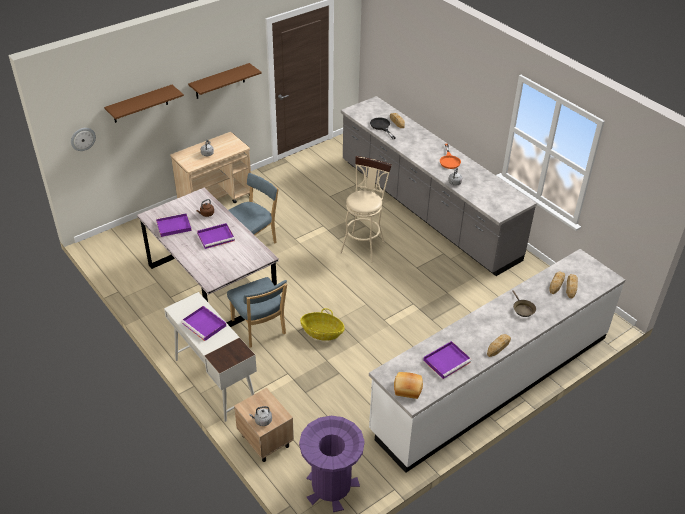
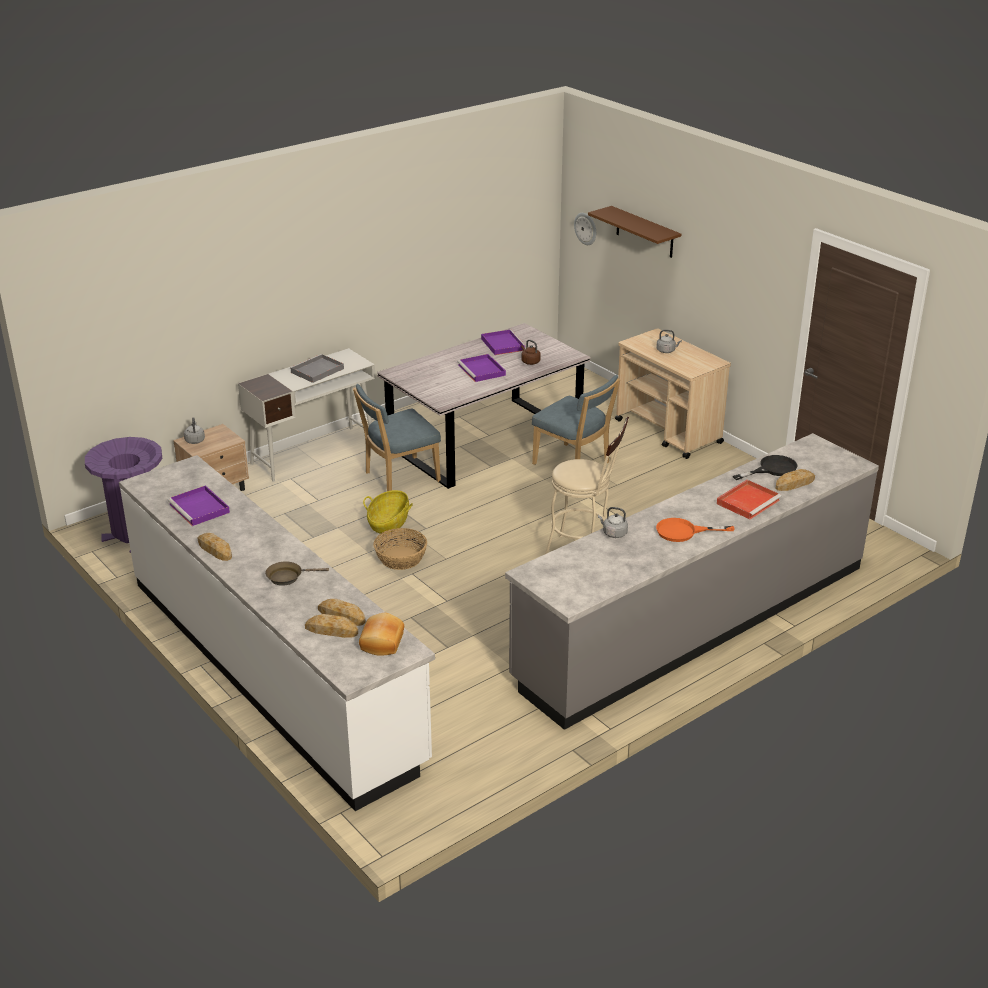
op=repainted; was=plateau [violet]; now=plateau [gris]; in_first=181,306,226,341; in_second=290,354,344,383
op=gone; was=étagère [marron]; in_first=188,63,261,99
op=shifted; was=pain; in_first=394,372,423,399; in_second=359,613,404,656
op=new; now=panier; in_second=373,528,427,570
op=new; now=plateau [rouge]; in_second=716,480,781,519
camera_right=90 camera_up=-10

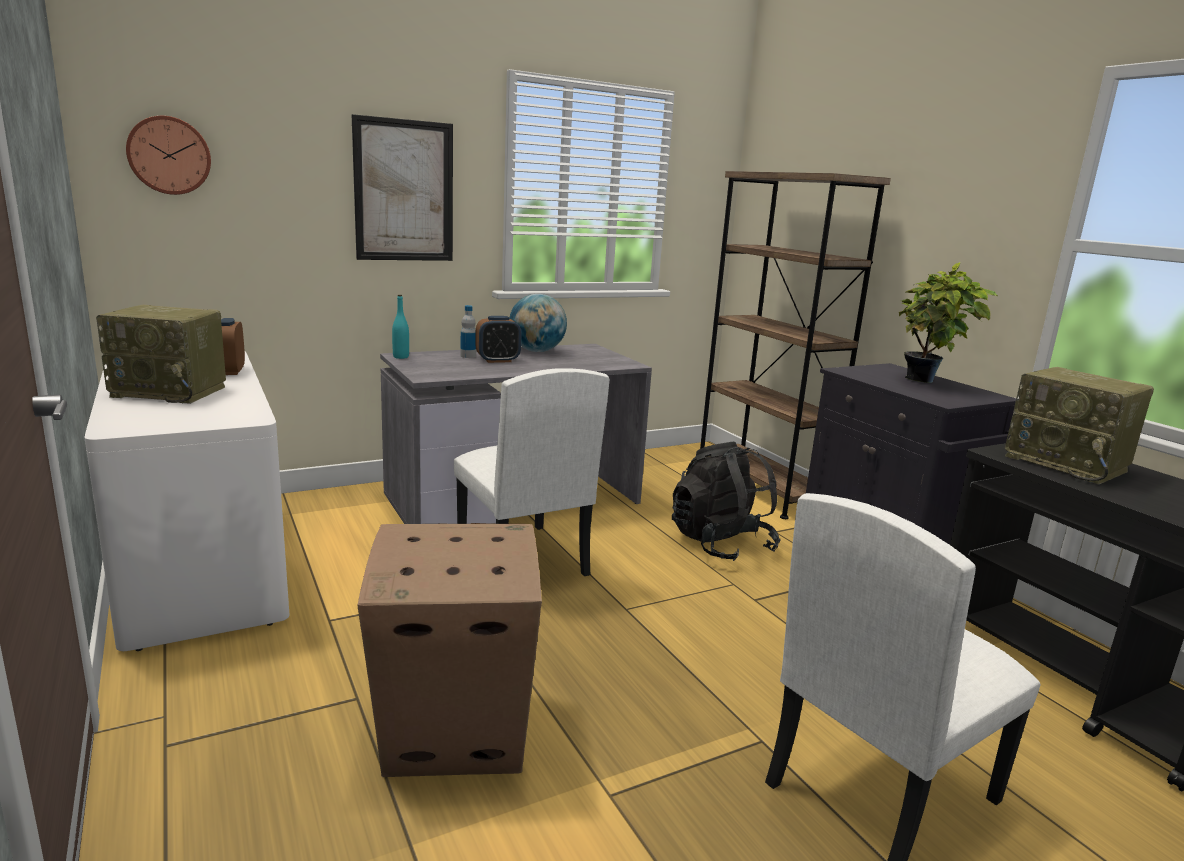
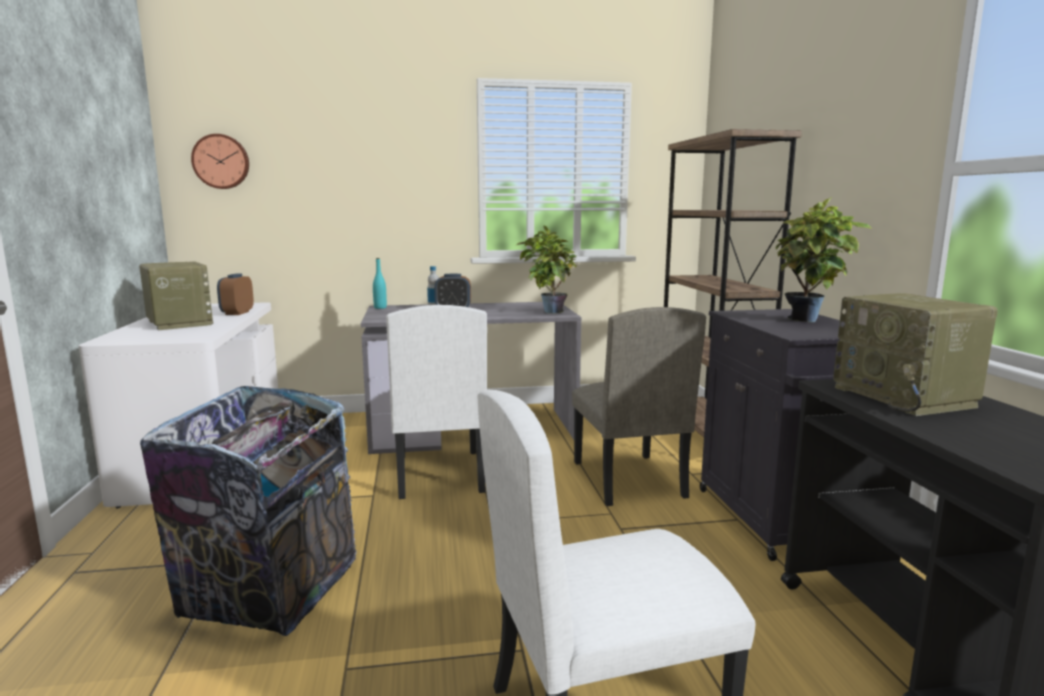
op=rotated; was=radio; in_first=96,305,226,404; in_second=139,261,213,330; clockwise=-150
op=gone; was=tableau; in_first=352,114,453,261
op=swapped; was=carton; now=poubelle; in_first=357,523,542,777; in_second=140,386,357,636
op=gone; was=globe; in_first=509,294,567,352
op=swapped; was=sac à dos [noir]; now=chaise [beige]; in_first=672,442,781,561; in_second=572,307,706,506
op=new; now=plante en pot; in_second=515,225,577,313
camera_right=20 camera_up=-5

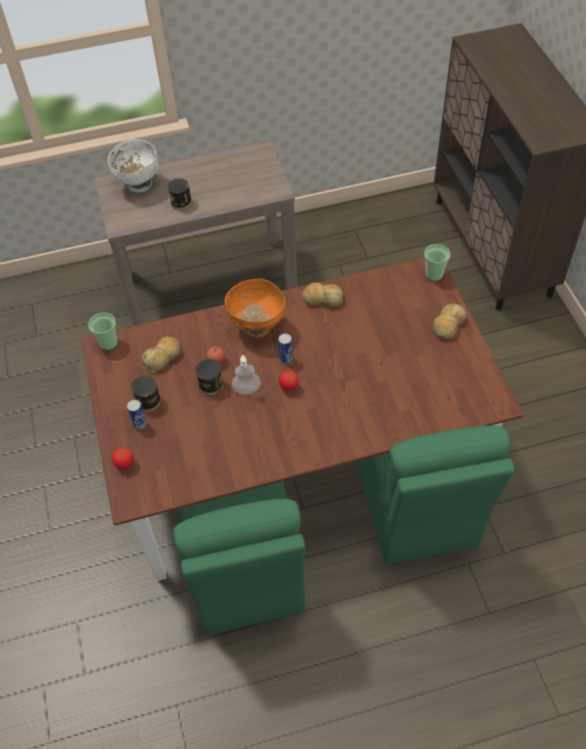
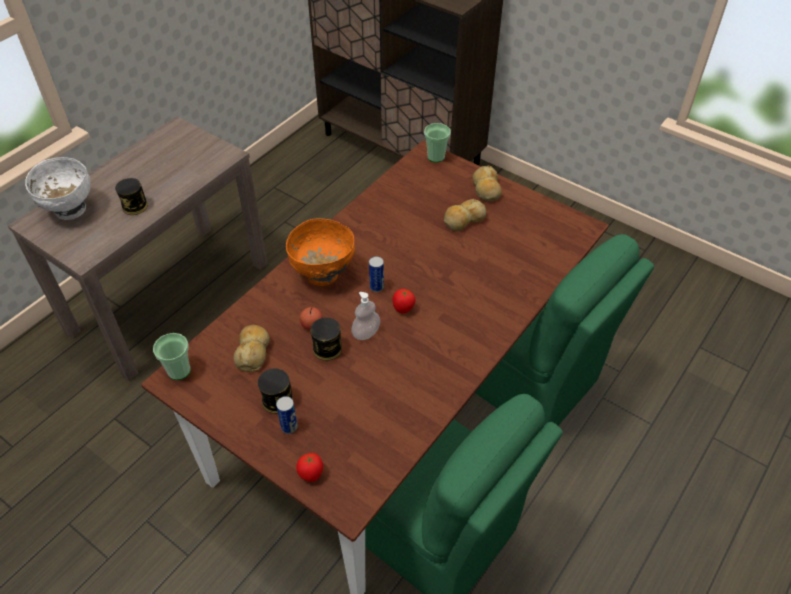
op=shifted; was=pain; in_first=302,282,343,307; in_second=444,199,487,231
camera_right=-40 camera_up=-5

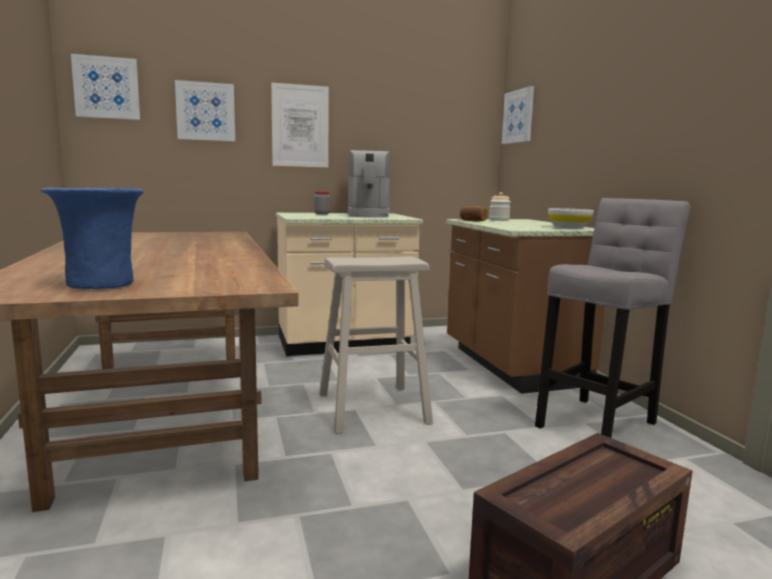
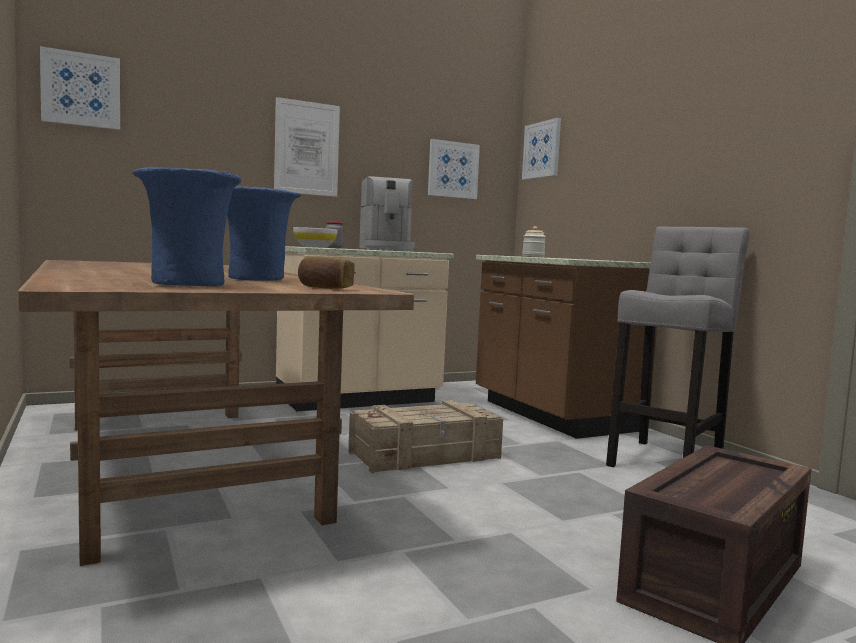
op=shifted; was=tableau; in_first=175,80,235,142; in_second=428,139,480,199
op=swapped; was=tabouret [beige]; now=caisse; in_first=319,256,433,434; in_second=348,400,503,473
op=shifted; was=pain; in_first=460,206,488,221; in_second=298,256,355,289
op=shifted; was=bol [blanc]; in_first=548,208,594,229; in_second=293,227,338,248
op=new; now=vase [bleu]; in_second=227,186,301,281
camera_right=-10 camera_up=-5

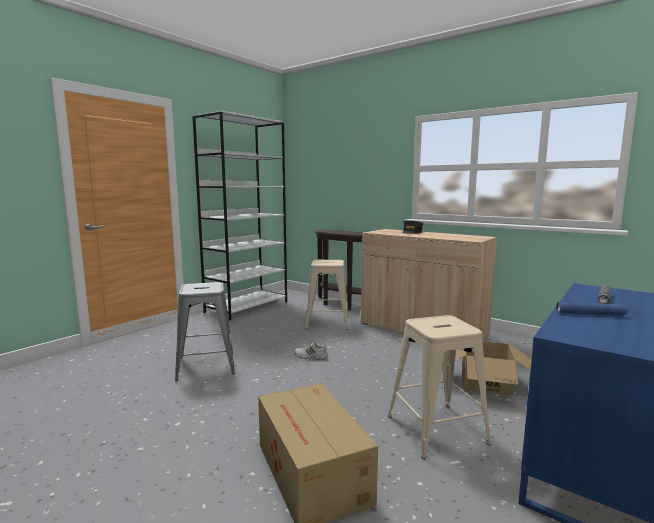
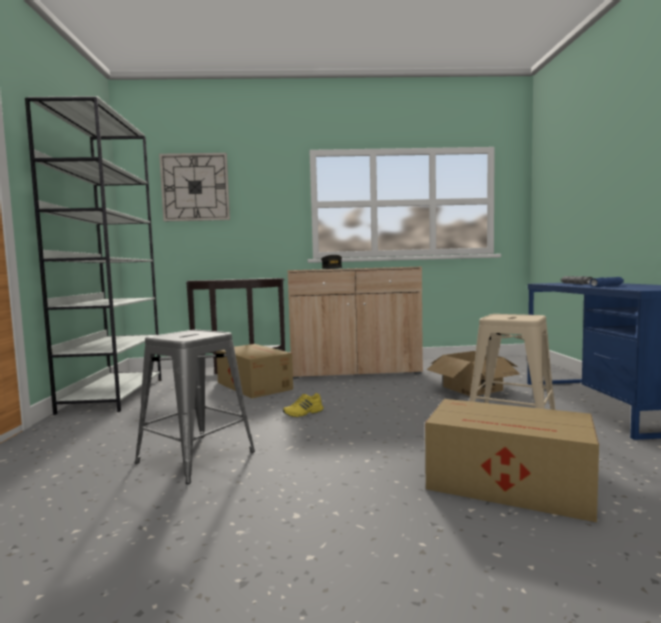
op=repainted; was=chaussure [blanc]; now=chaussure [jaune]; in_first=294,342,328,360; in_second=283,393,324,417
op=swapped; was=tabouret [beige]; now=carton; in_first=305,260,349,330; in_second=216,344,293,399
op=new; now=horloge murale; in_second=159,153,230,221
camera_right=-40 camera_up=-5

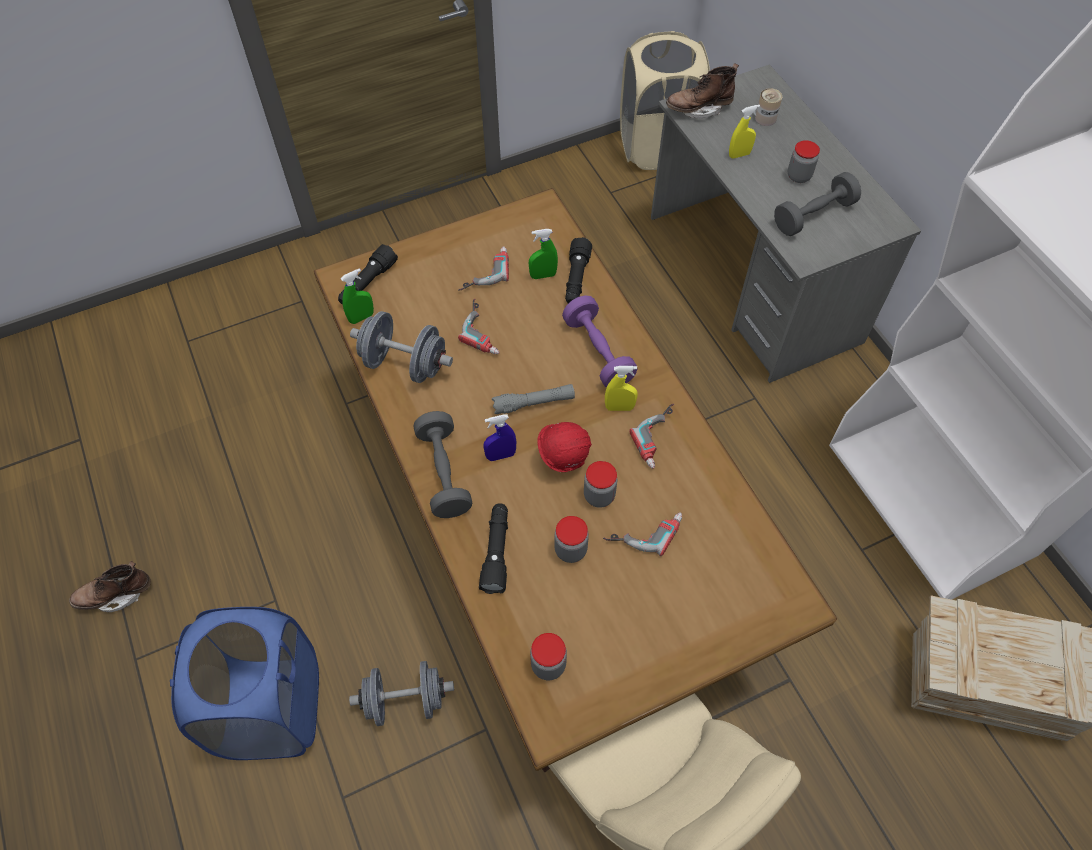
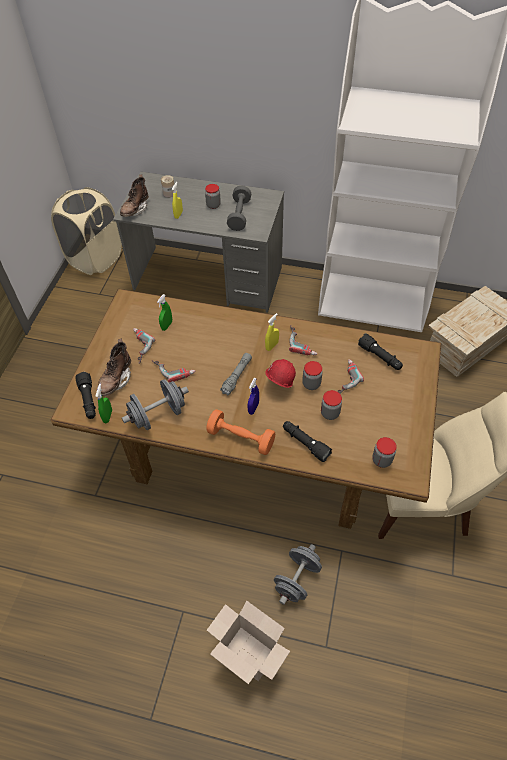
op=shifted; was=botte [marron]; in_first=69,561,151,612; in_second=98,338,131,396
op=swapped; was=panier à linge [bleu]; now=carton; in_first=170,607,319,760; in_second=207,601,290,684
op=repainted; was=haltère [gris]; now=haltère [orange]; in_first=414,411,472,518; in_second=206,409,275,455
op=gone; was=haltère [violet]; in_first=562,295,637,387
op=shifted; was=lampe de poche [noir]; in_first=565,237,592,303; in_second=358,333,403,370
camera_right=-50 camera_up=-5

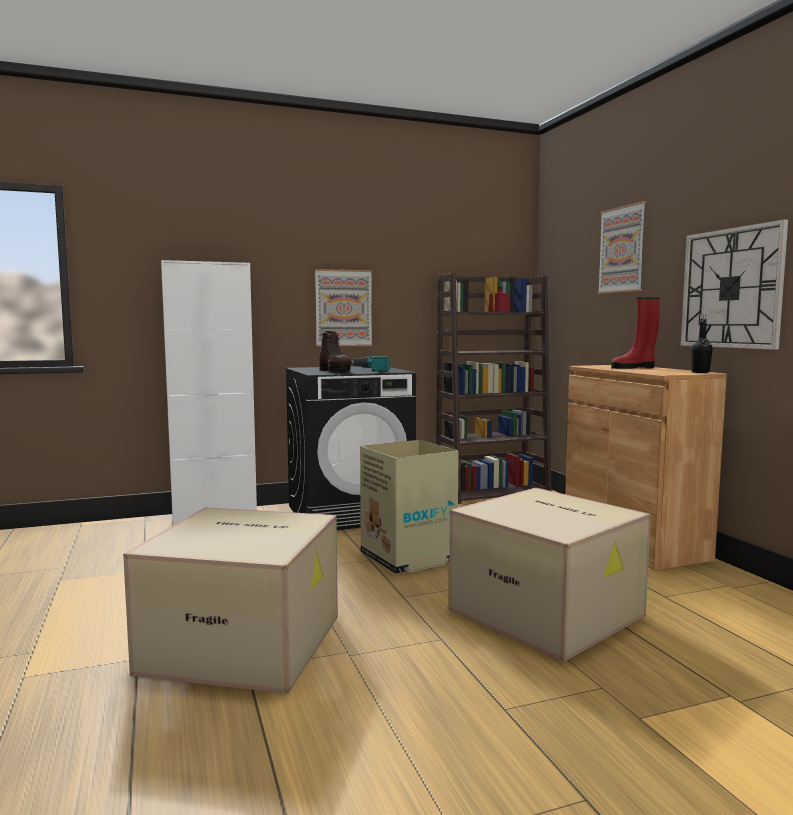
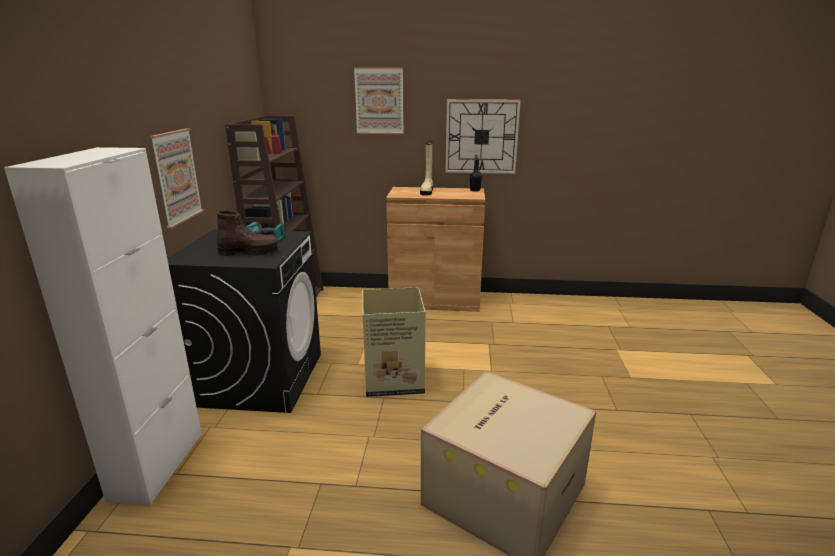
op=gone; was=carton; in_first=449,488,651,662
op=repainted; was=botte [rouge]; now=botte [beige]; in_first=611,297,660,369; in_second=420,141,433,196
camera_right=-65 camera_up=15

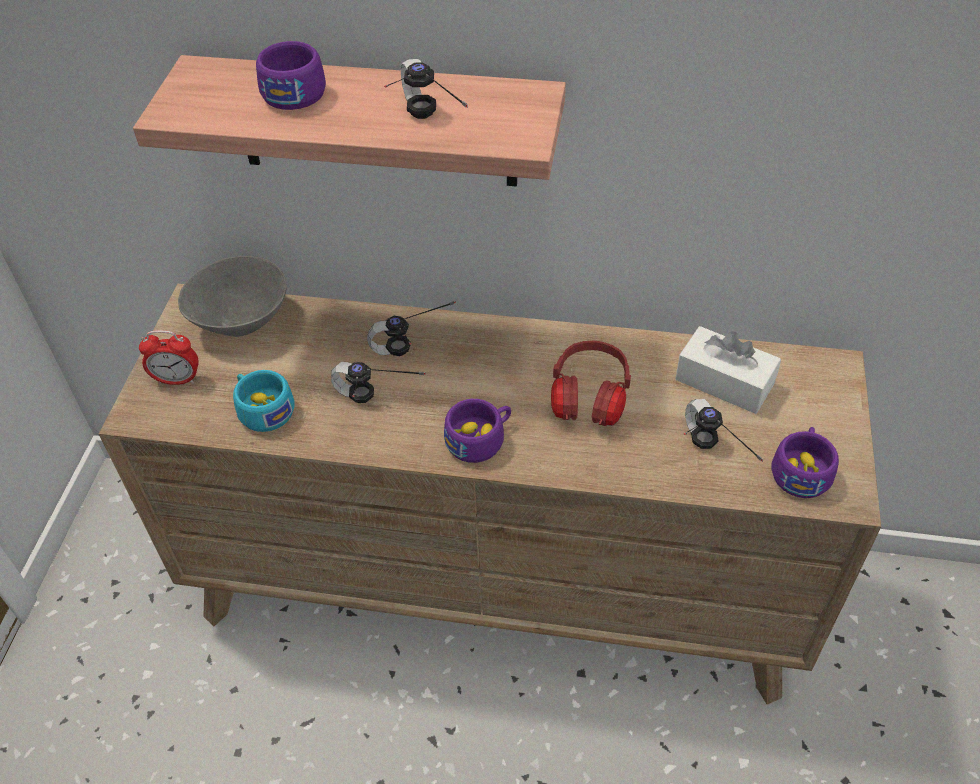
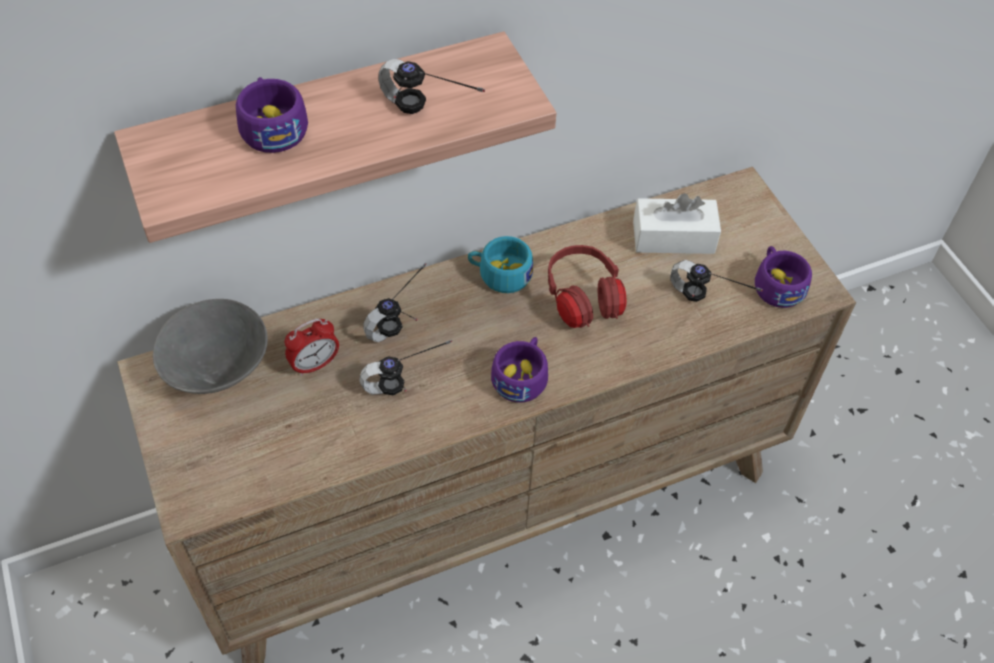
op=shifted; was=réveil; in_first=139,330,199,385; in_second=285,318,339,376
op=shifted; was=tasse [turquoise]; in_first=233,370,294,432; in_second=468,236,533,293
camera_right=-35 camera_up=5

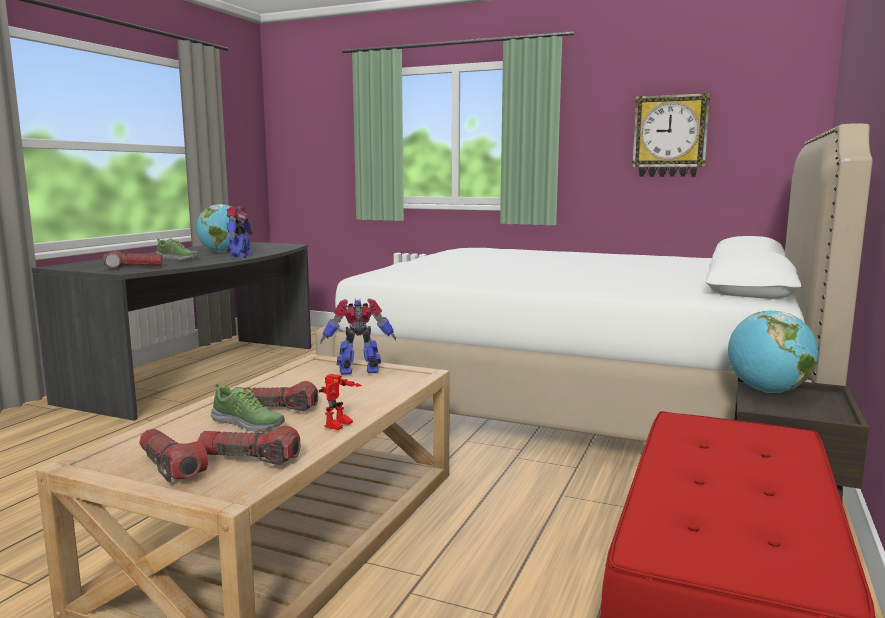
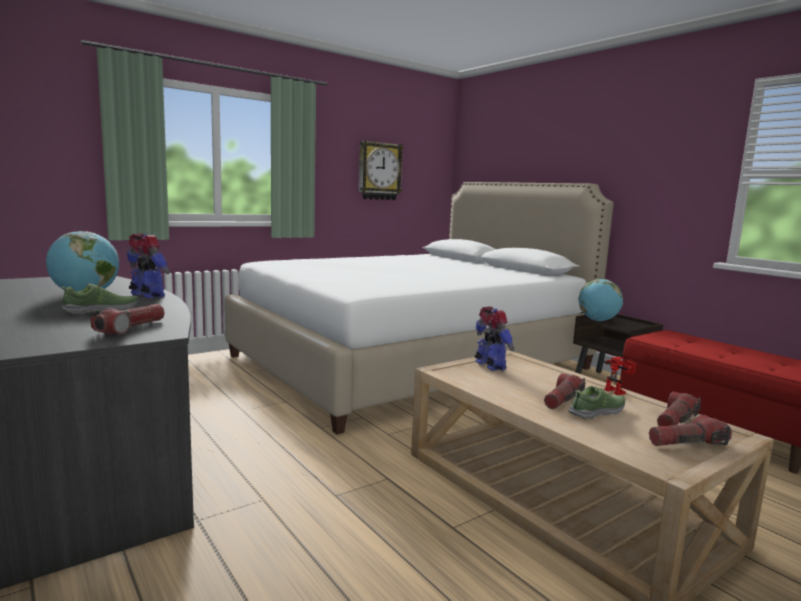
op=rotated; was=robot jouet; in_first=320,299,396,375; in_second=474,307,514,371; clockwise=135
camera_right=-60 camera_up=0

